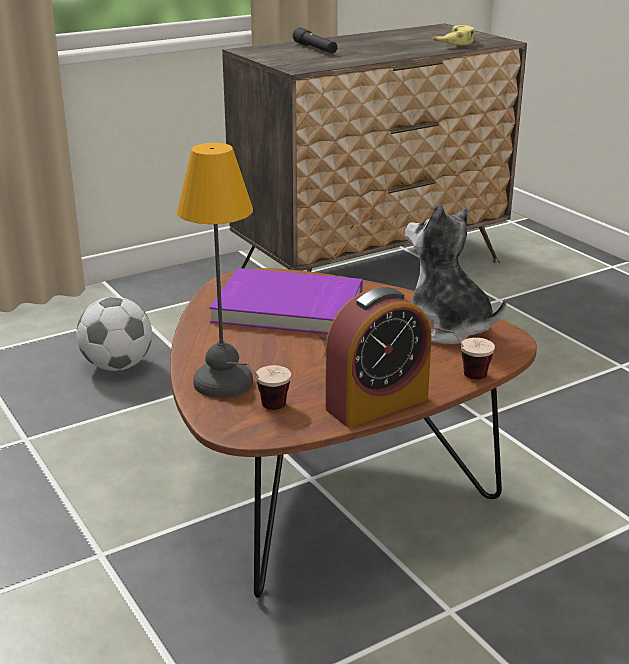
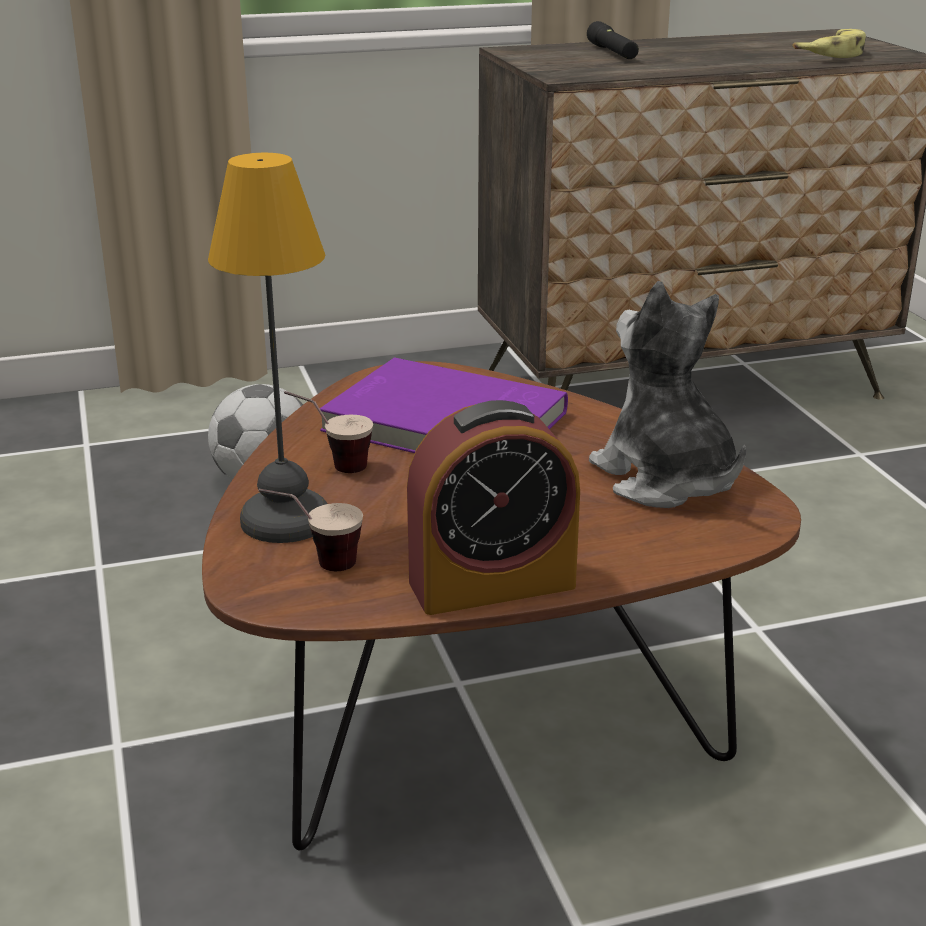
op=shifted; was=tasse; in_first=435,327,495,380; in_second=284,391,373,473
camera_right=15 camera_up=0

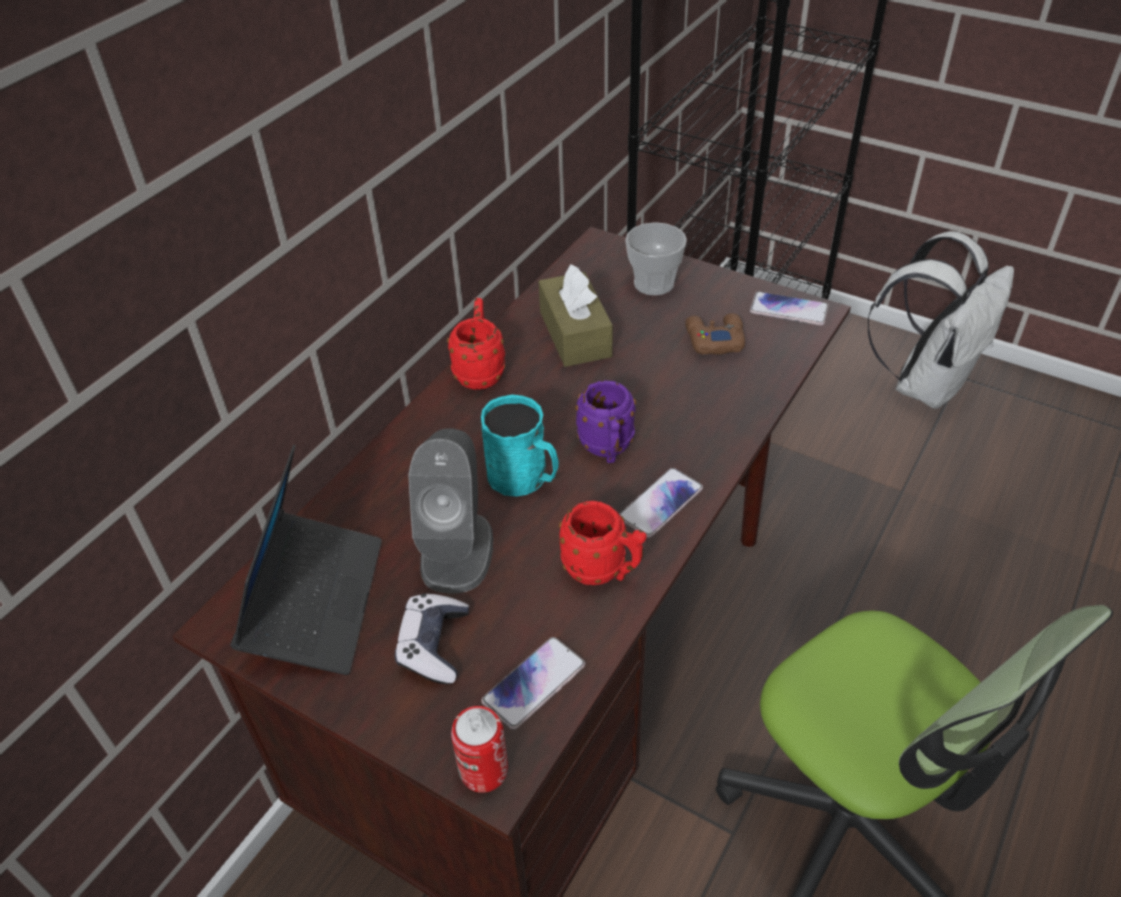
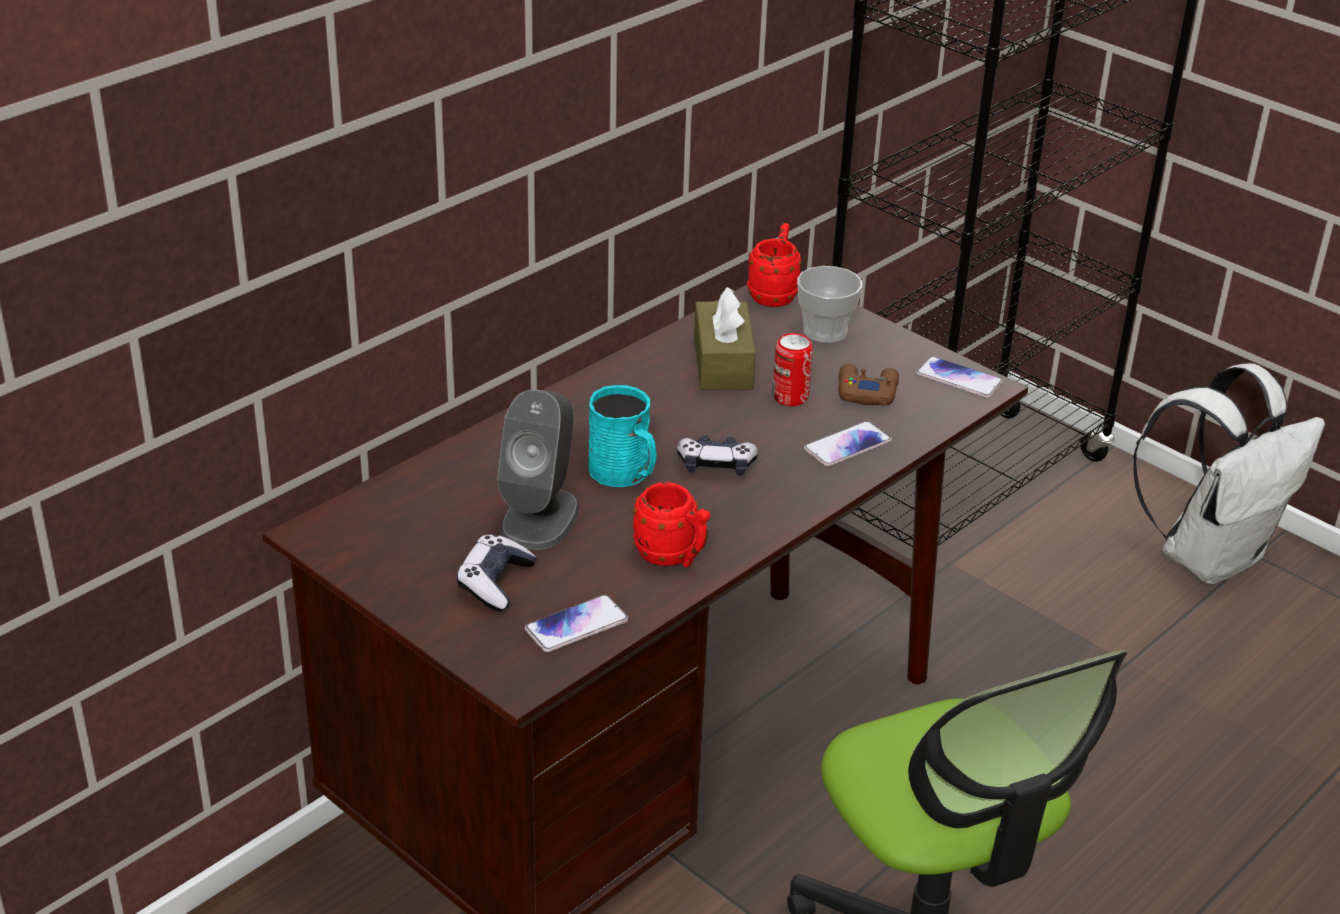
op=gone; was=ordinateur portable; in_first=230,445,382,675
op=shifted; was=mug [rouge]; in_first=447,298,505,390; in_second=747,223,802,307
op=shifted; was=boîte métallique; in_first=451,706,508,793; in_second=772,333,813,406
op=swapped; was=mug [violet]; now=manette; in_first=575,380,636,463; in_second=677,435,758,476
op=shifted; was=téléphone; in_first=619,468,703,538; in_second=804,421,892,467
camera_right=10 camera_up=-10

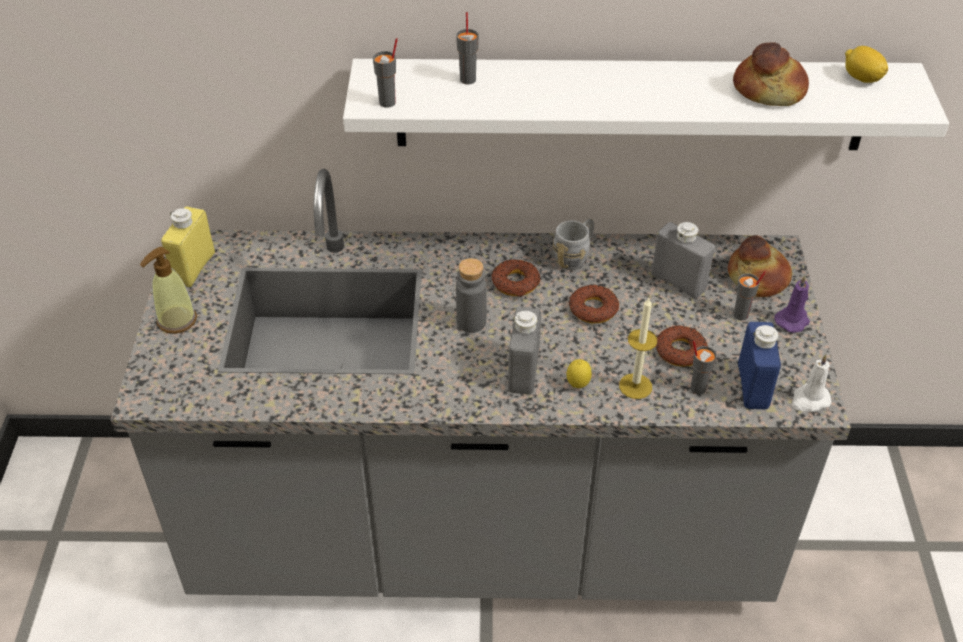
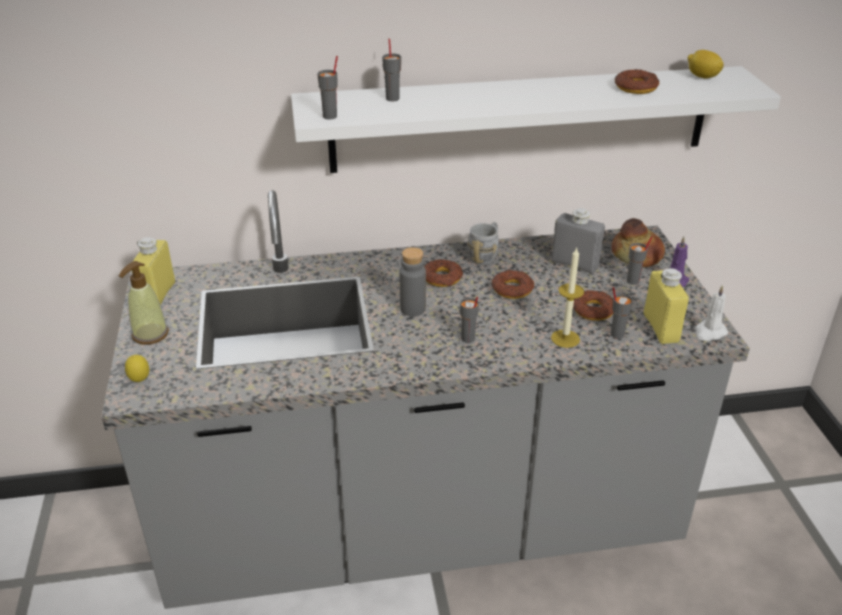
op=swapped; was=bouteille [gris]; now=tasse [gris]; in_first=508,307,541,395; in_second=460,296,479,343
op=shifted; was=citron; in_first=566,359,592,388; in_second=125,355,149,382
op=swapped; was=pain; now=beignet; in_first=733,43,809,106; in_second=615,69,659,94
op=repainted; was=bouteille [bleu]; now=bouteille [jaune]; in_first=738,322,781,409; in_second=644,268,689,344
camera_right=-10 camera_up=-10

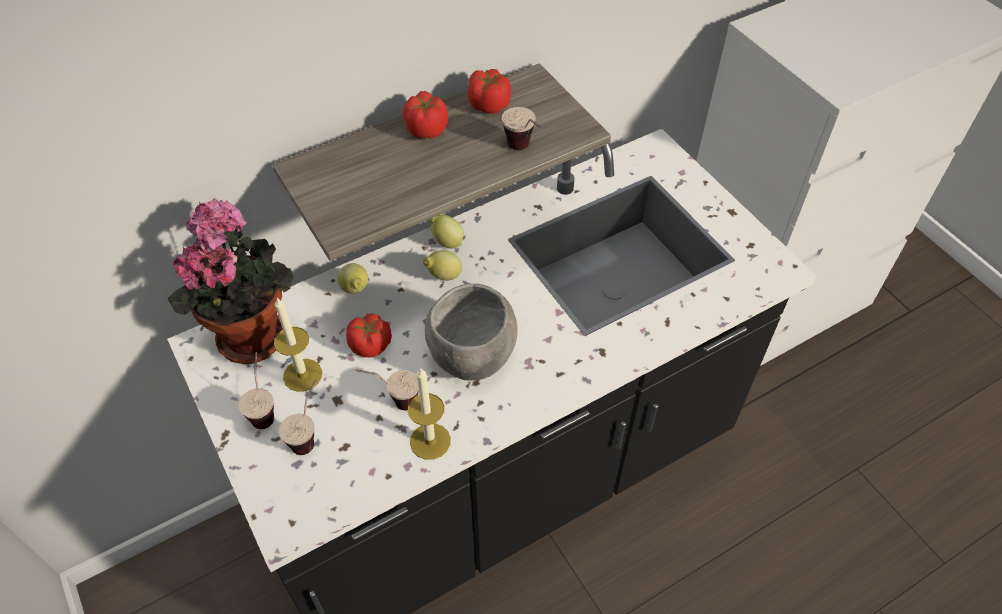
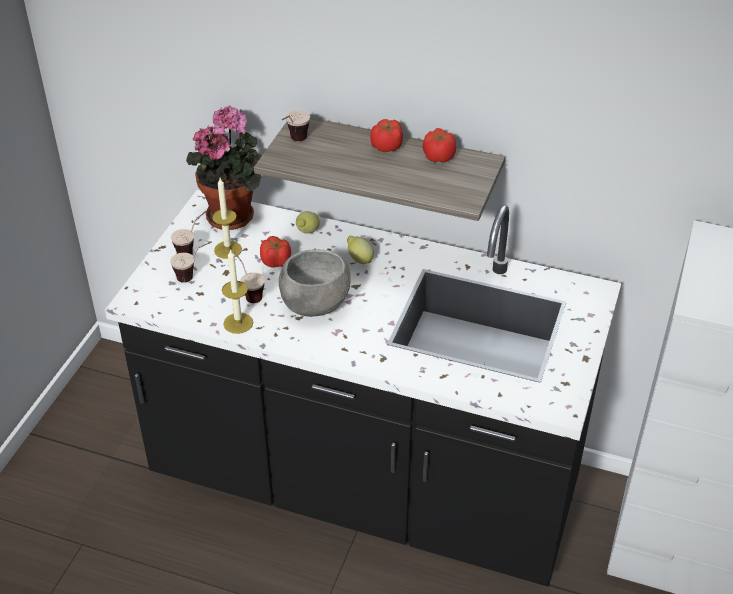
op=gone; was=citron; in_first=429,214,464,248
op=shifted; was=tasse; in_first=502,107,541,150; in_second=282,110,310,141
camera_right=50 camera_up=-10

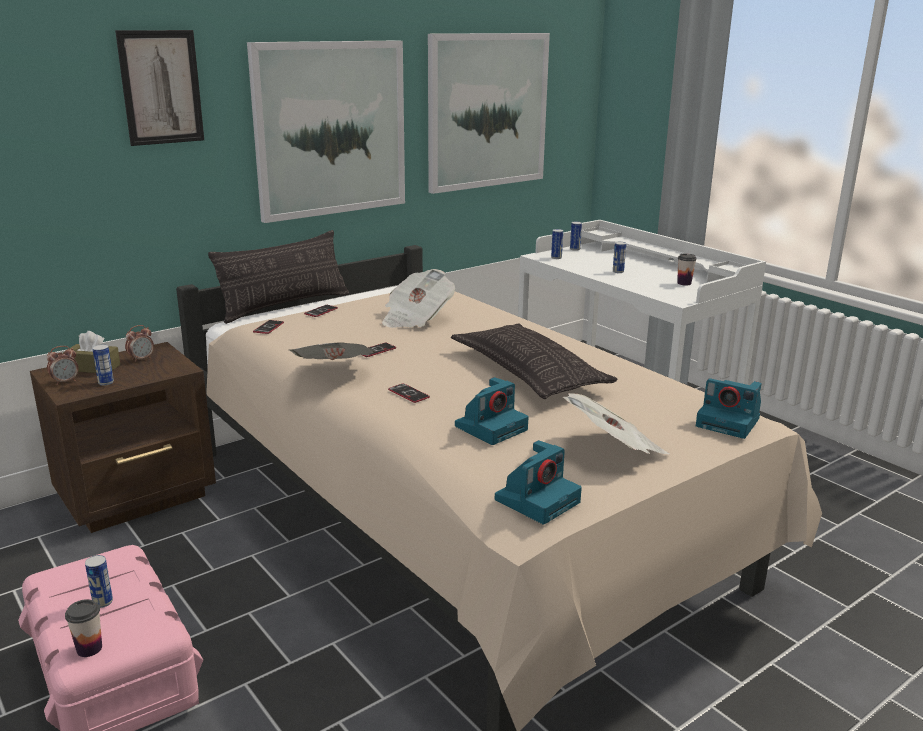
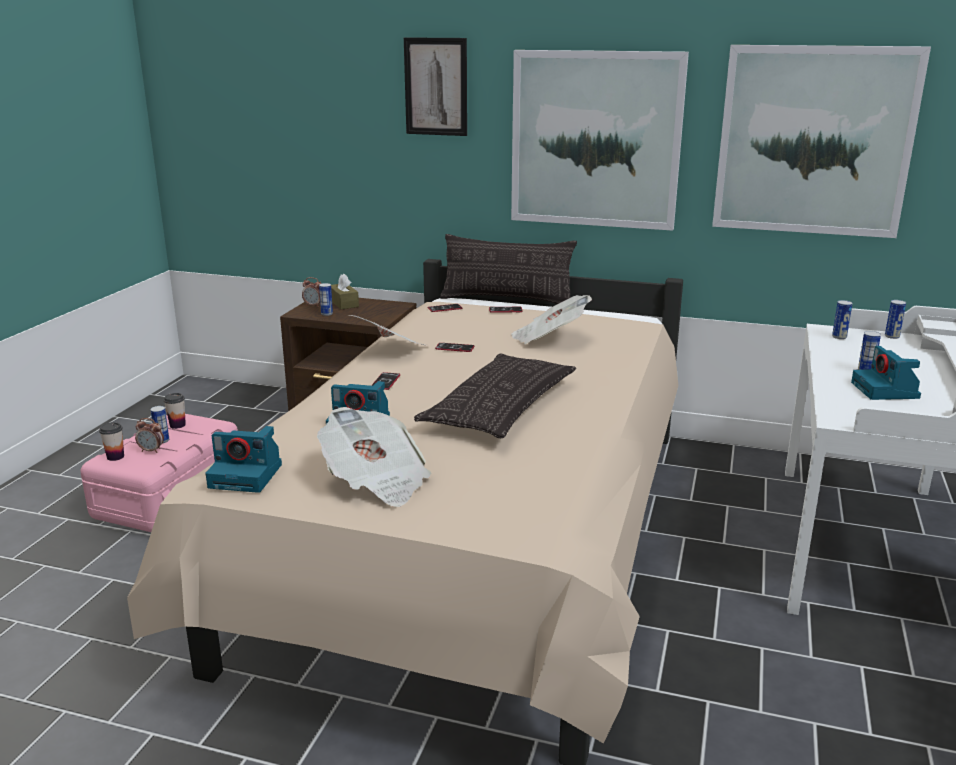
op=shifted; was=réveil; in_first=125,325,154,362; in_second=135,418,164,453
op=shifted; was=tasse; in_first=677,253,697,285; in_second=163,393,186,429
op=shifted; was=appareil photo; in_first=696,378,762,439; in_second=851,346,921,400
camera_right=55 camera_up=0

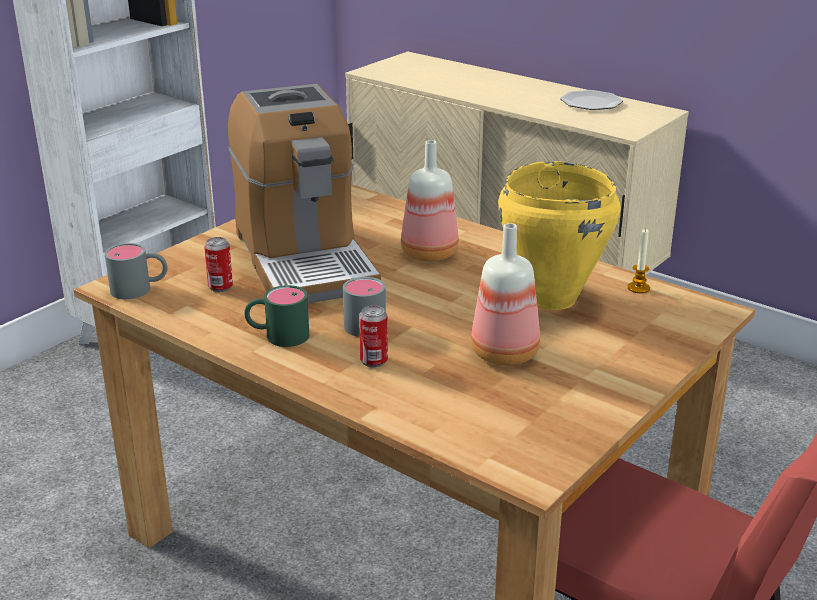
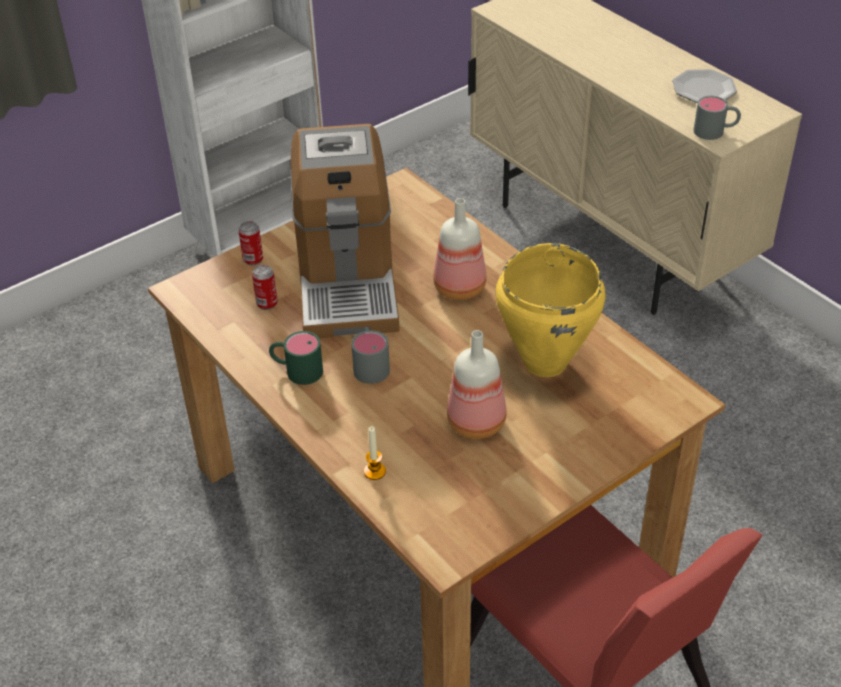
op=shifted; was=mug [gris]; in_first=105,243,167,299; in_second=693,96,741,140
op=shifted; was=boîte métallique; in_first=359,305,388,367; in_second=238,221,263,265
op=shifted; was=bougie; in_first=628,228,650,293; in_second=364,426,386,480
camera_right=15 camera_up=15

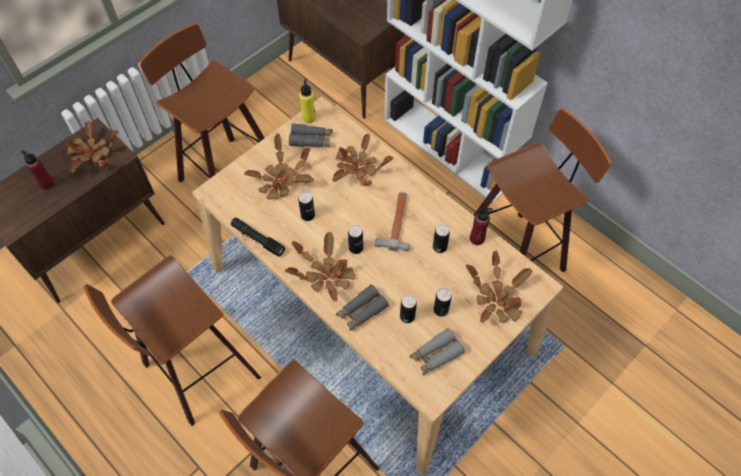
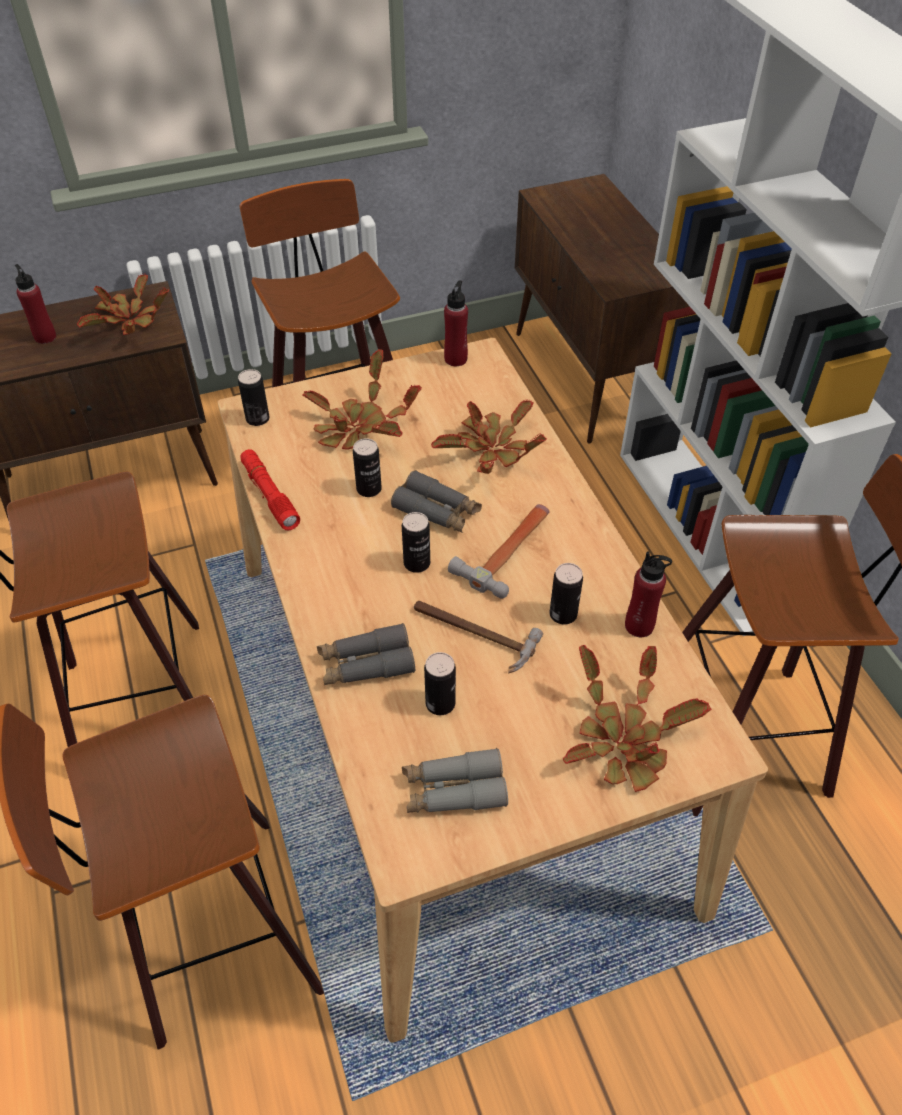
op=repainted; was=lampe de poche [noir]; now=lampe de poche [rouge]; in_first=231,218,285,257; in_second=240,449,300,531
op=gone; was=plante en pot; in_first=285,232,355,301
op=shifted; was=jumelles [gris]; in_first=289,124,333,147; in_second=391,470,482,533
op=repainted; was=bouteille [jaune]; now=bouteille [rouge]; in_first=299,79,316,123; in_second=444,280,468,366
op=shifted; was=boîte métallique; in_first=434,288,452,317; in_second=238,369,269,426
op=new; now=marteau; in_second=414,601,543,674
camera_right=25 camera_up=-10

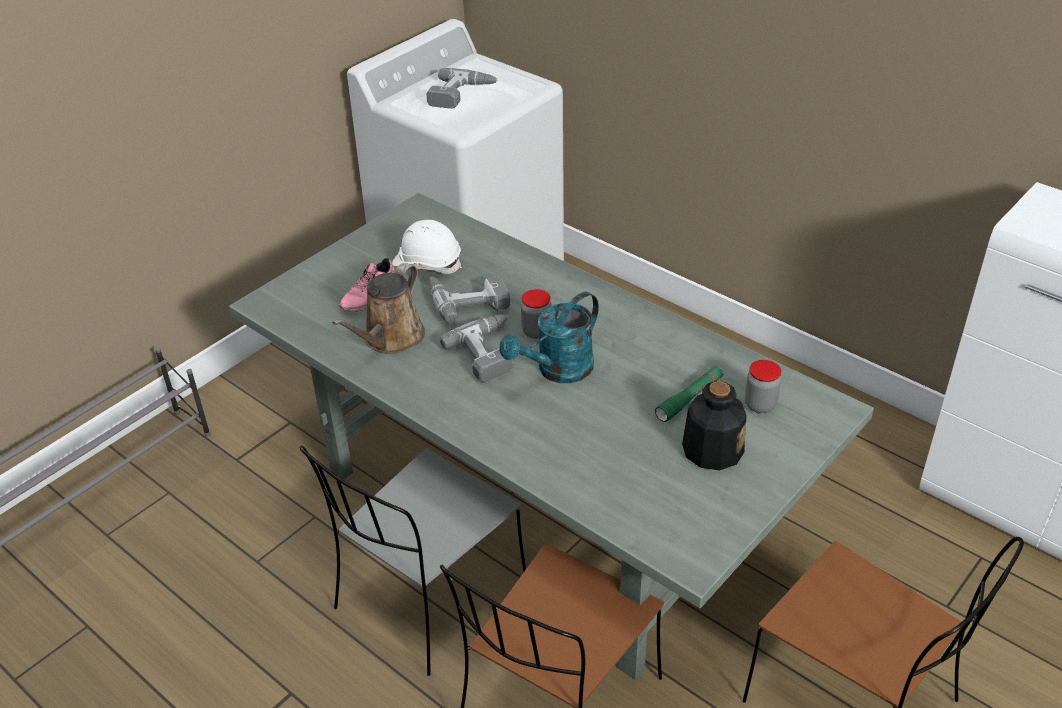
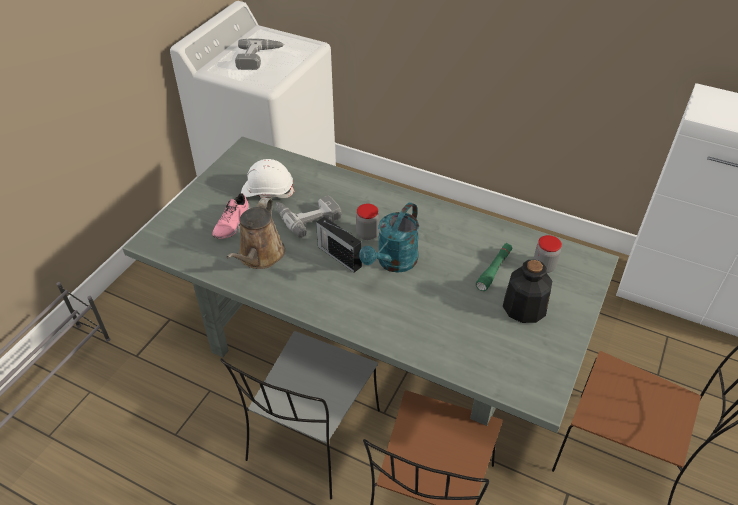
op=swapped; was=perceuse; now=radio; in_first=440,314,514,383; in_second=316,217,362,273
camera_right=-15 camera_up=5

